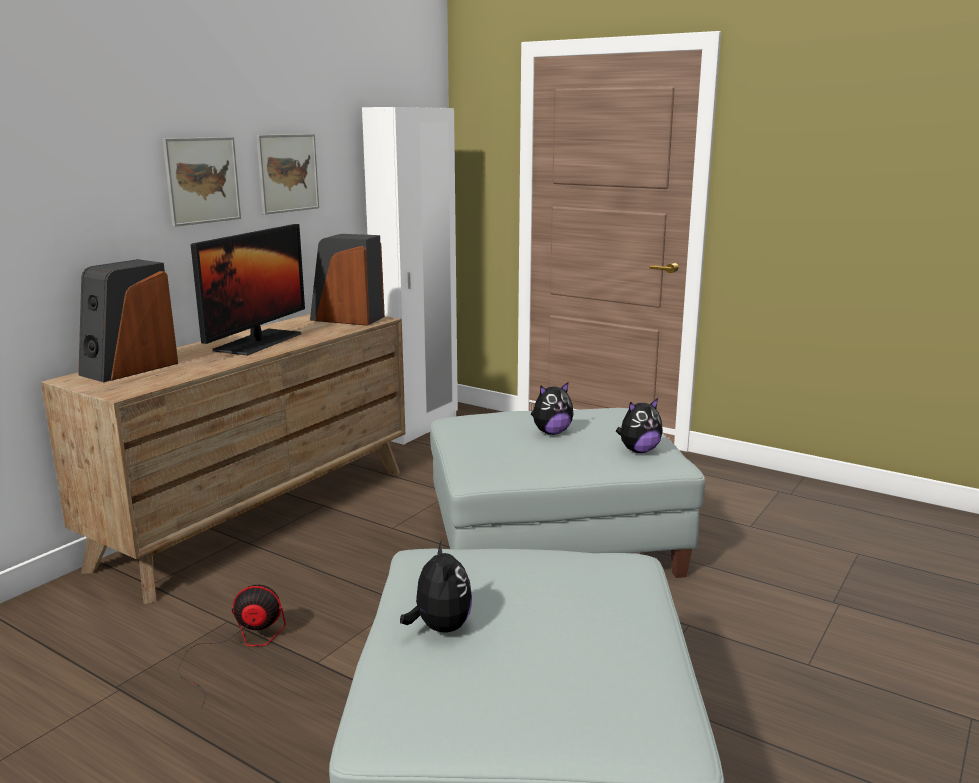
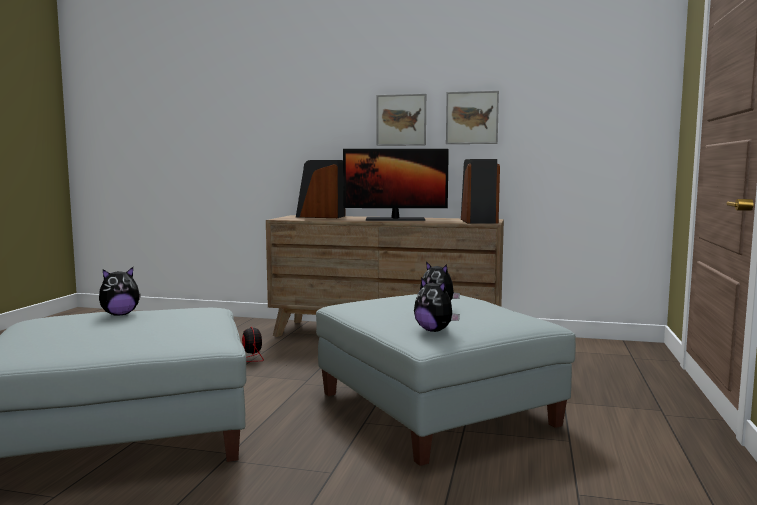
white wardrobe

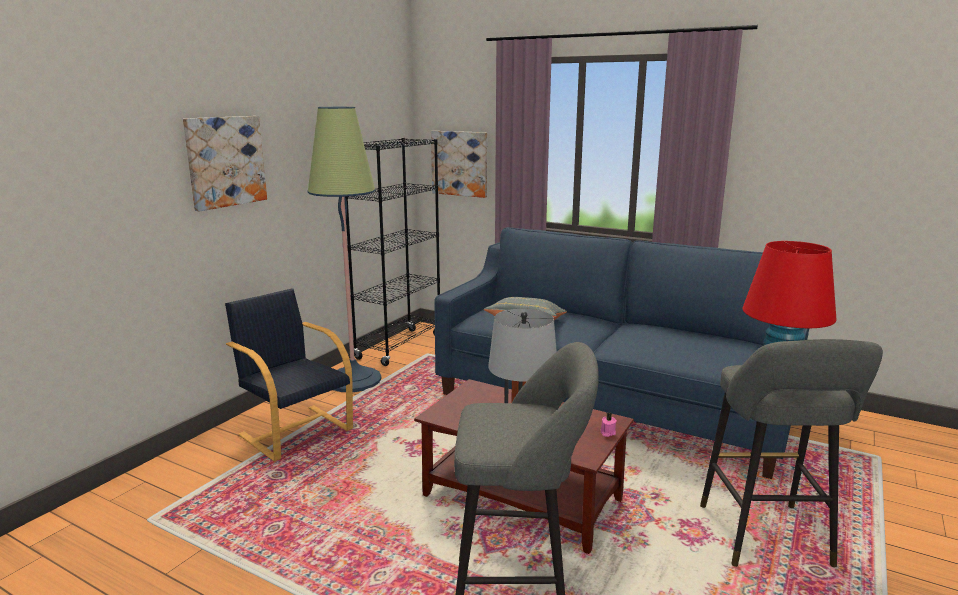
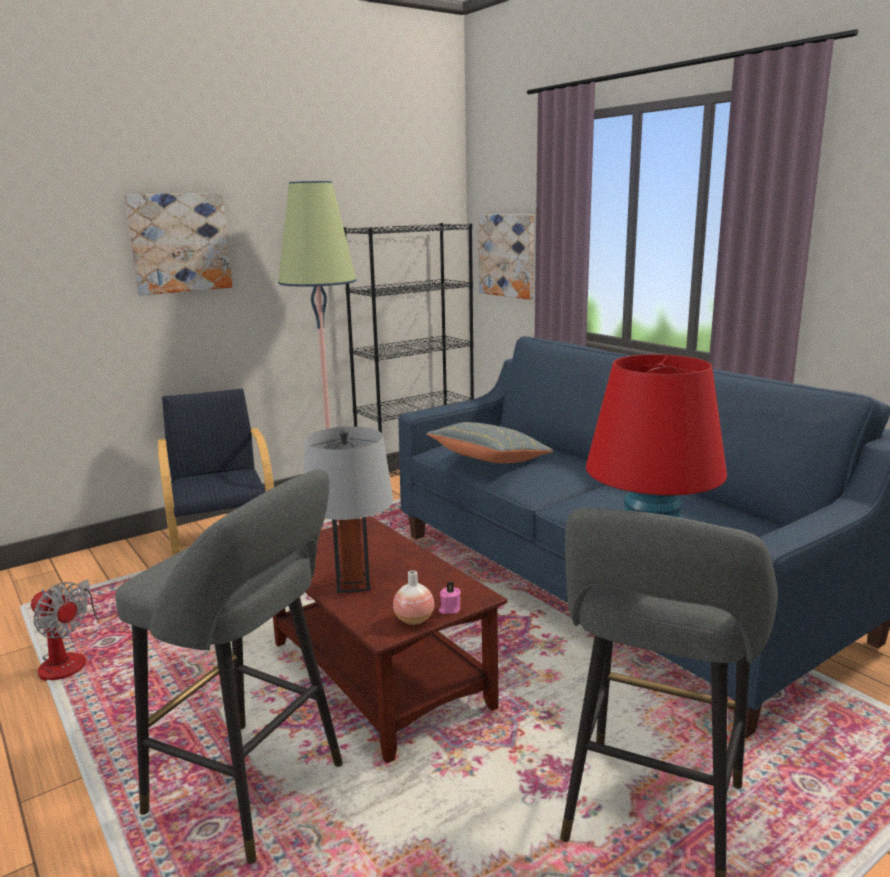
fan
vase

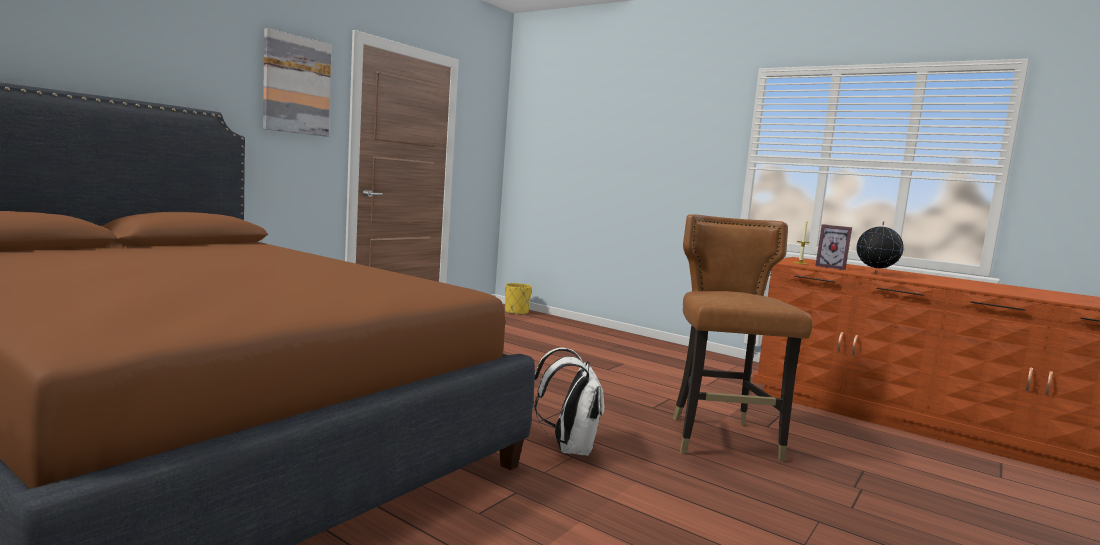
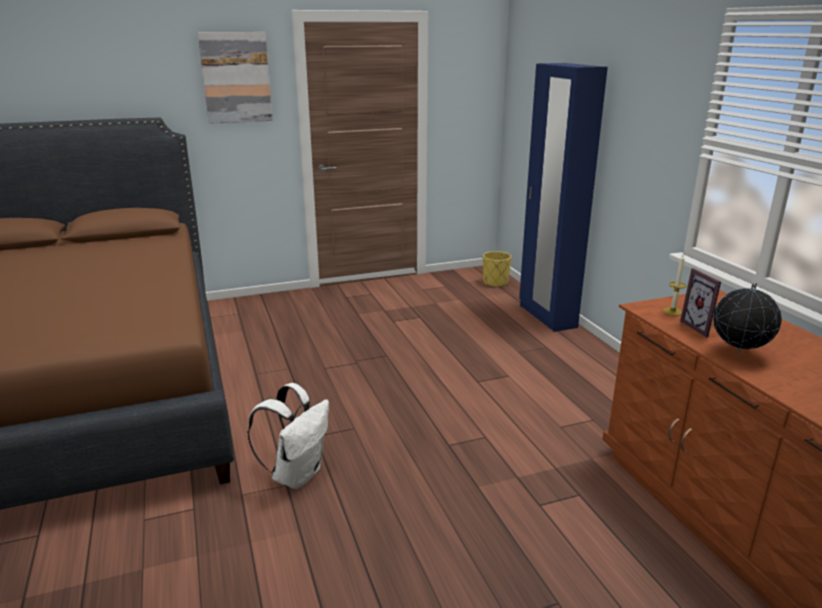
brown chair
blue wardrobe

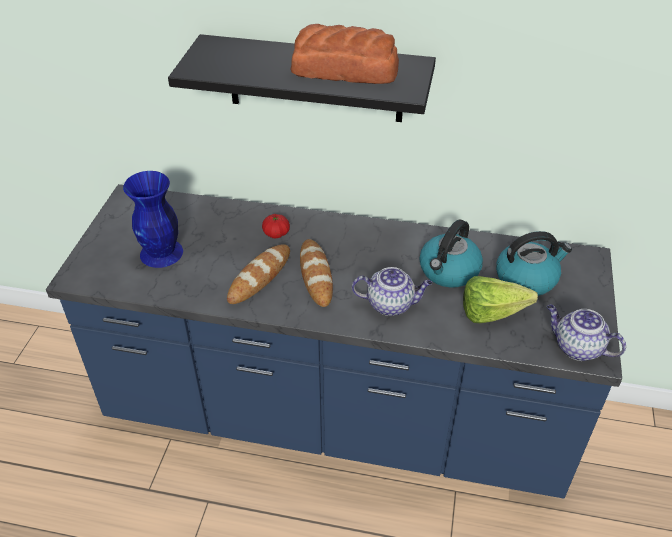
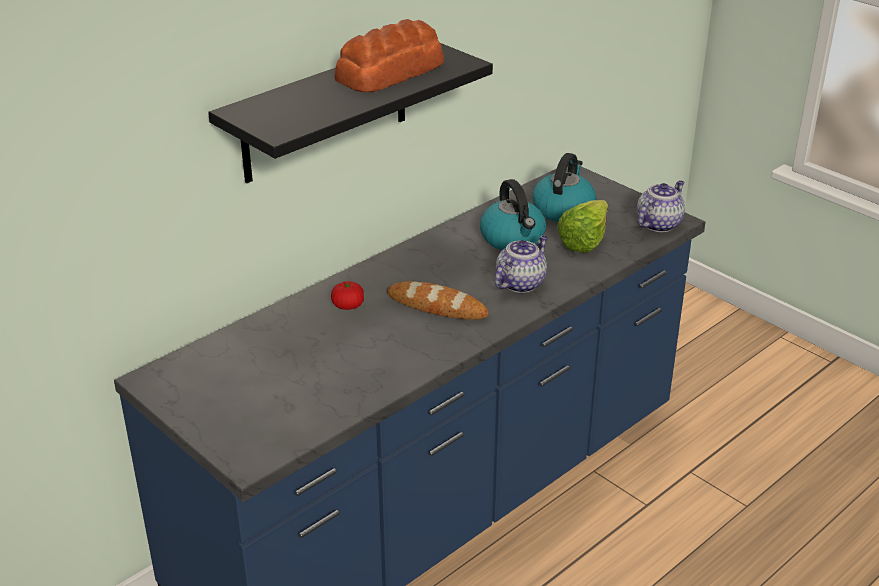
blue vase
bread (1st from left in the first image)
teapot (2nd from left)

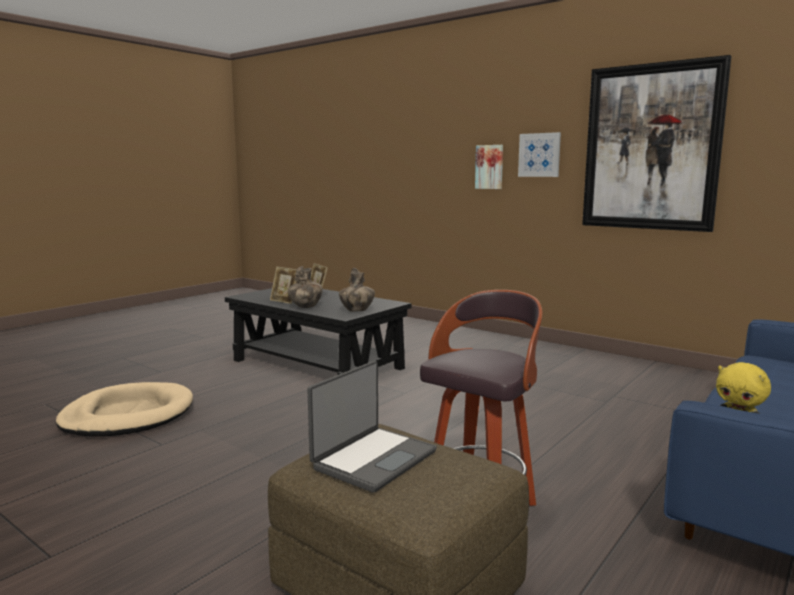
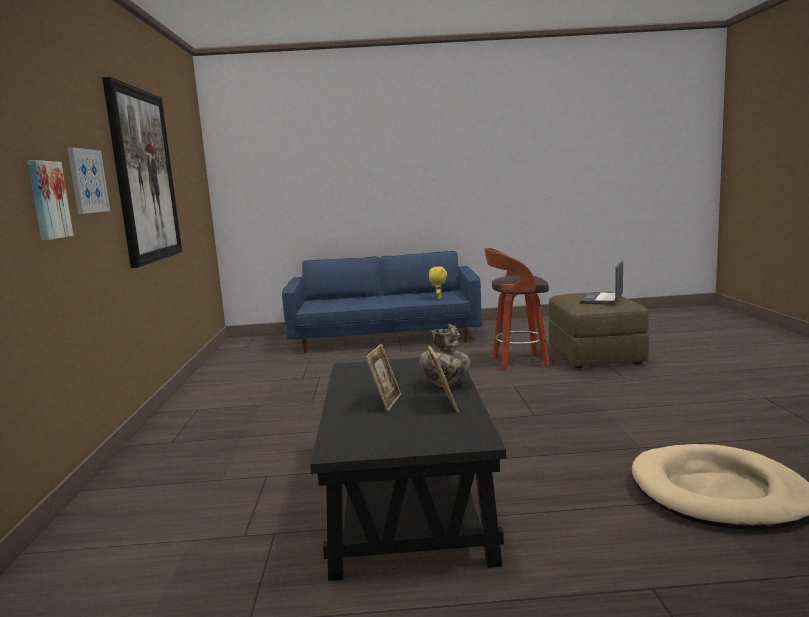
vase (2nd from left in the first image)
laptop

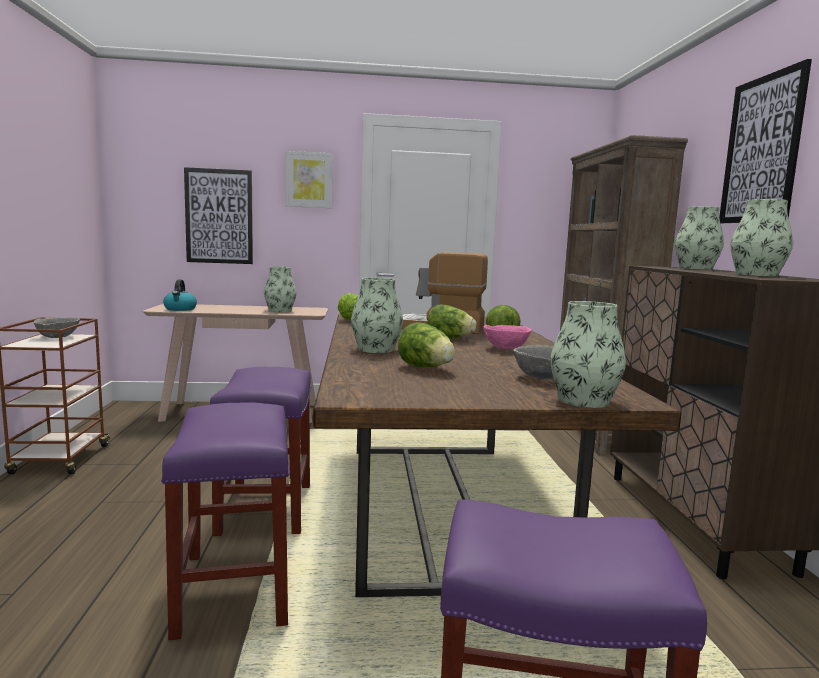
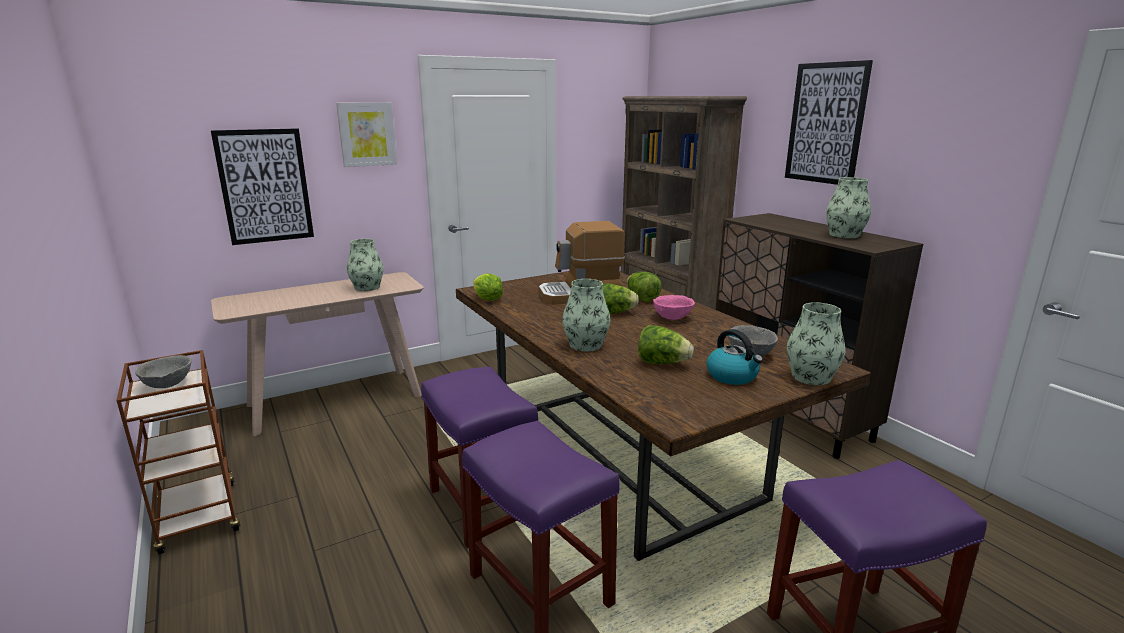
vase (4th from left in the first image)
kettle

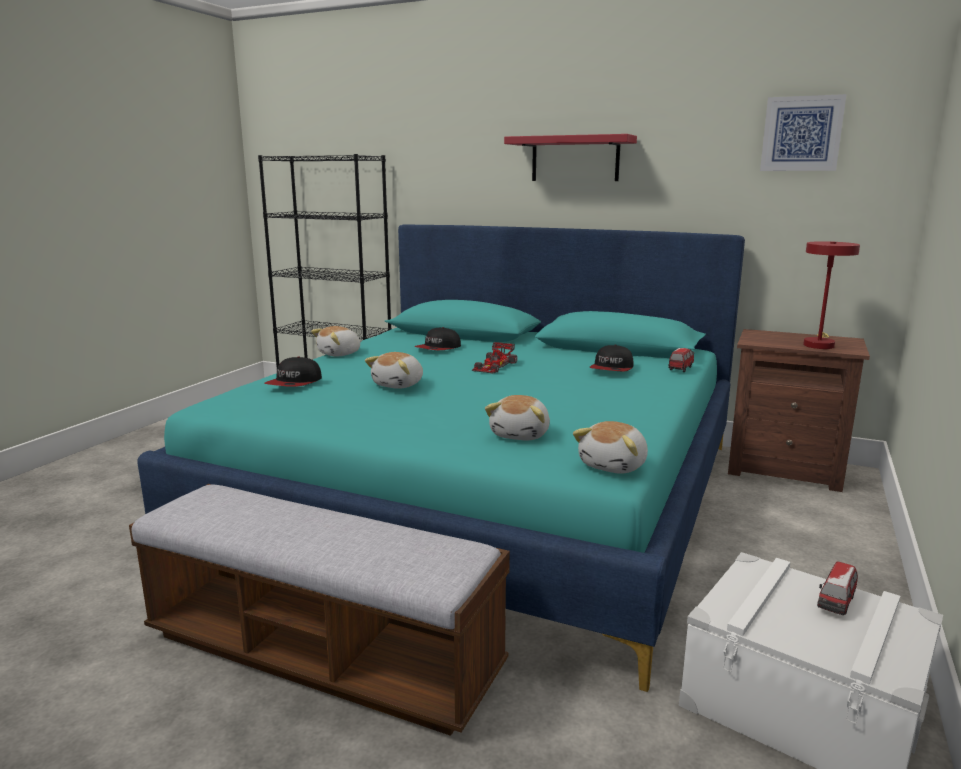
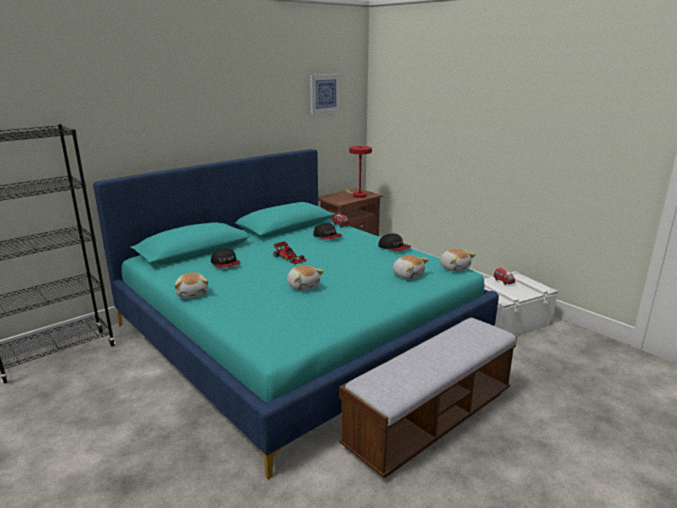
red shelf
cap (3rd from left)

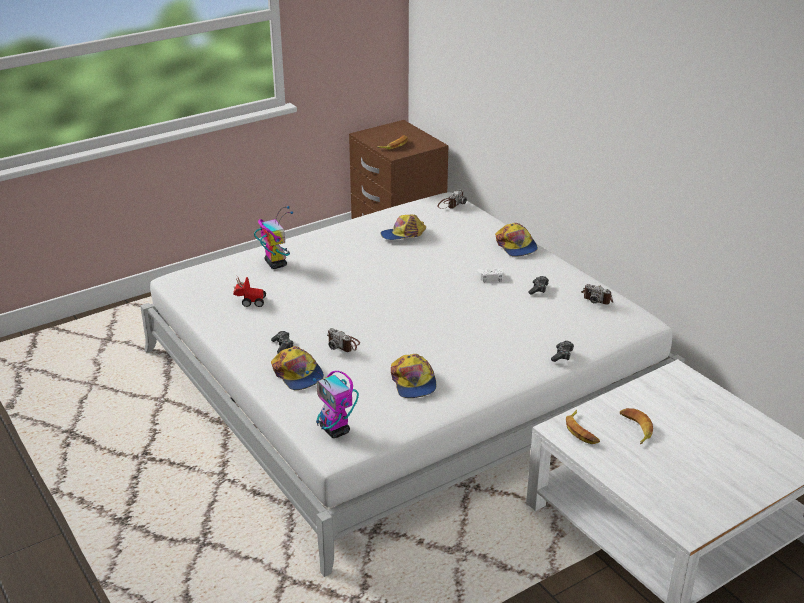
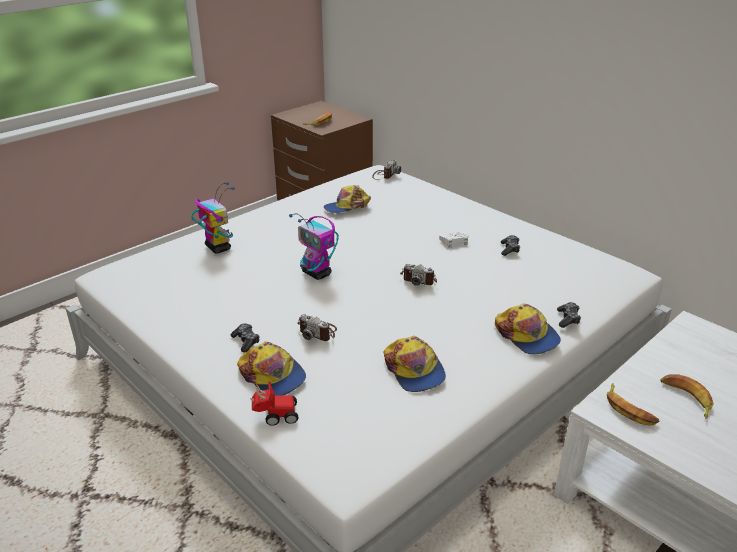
toy car
toy robot (2nd from left)
cap (4th from left)
photo camera (3rd from left)

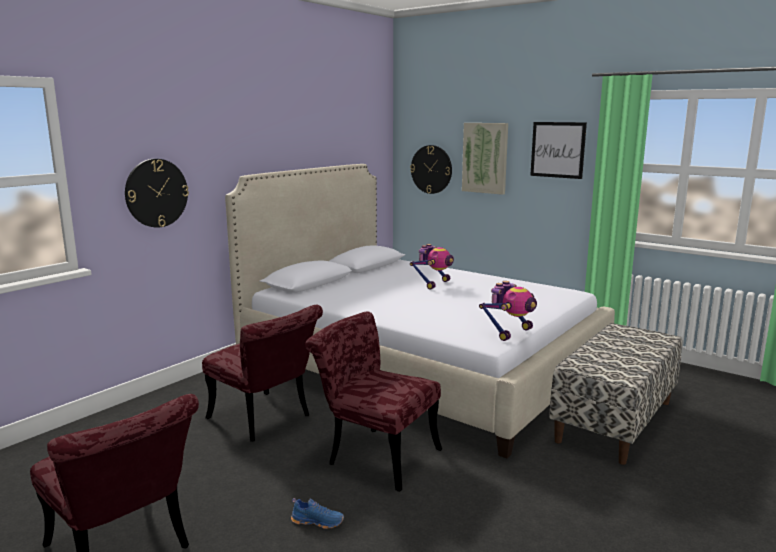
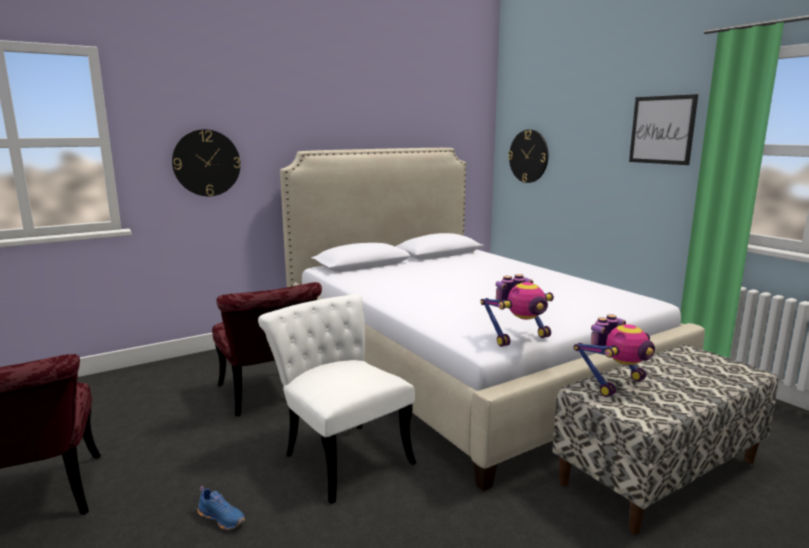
picture (1st from left in the first image)
toy robot (2nd from left)
white chair

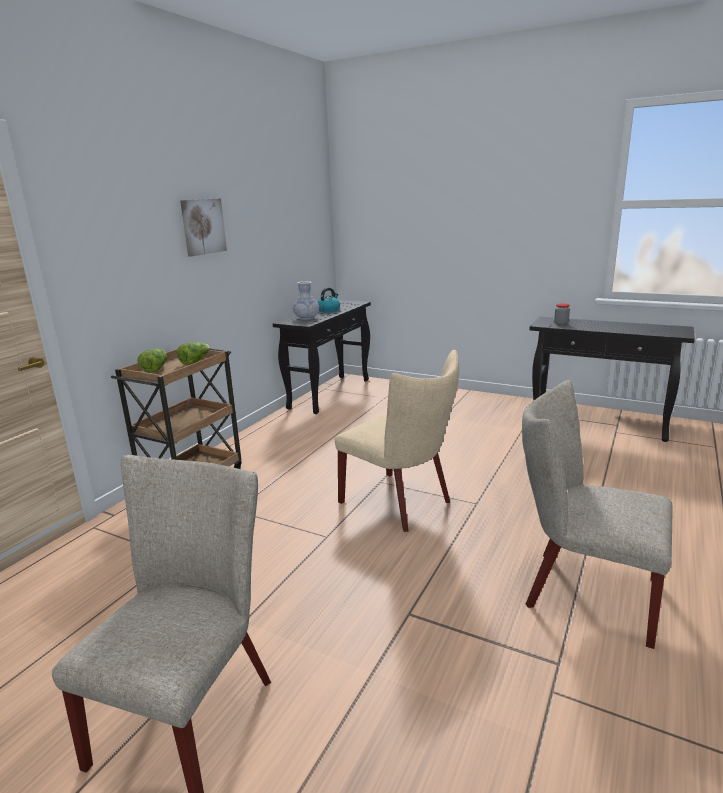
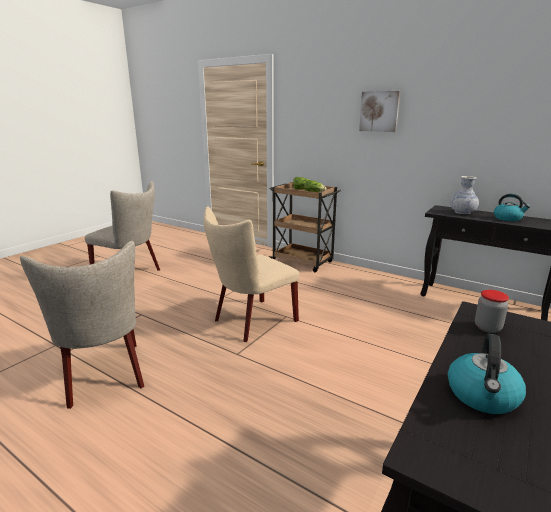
kettle (1st from left)
beige chair (1st from left)

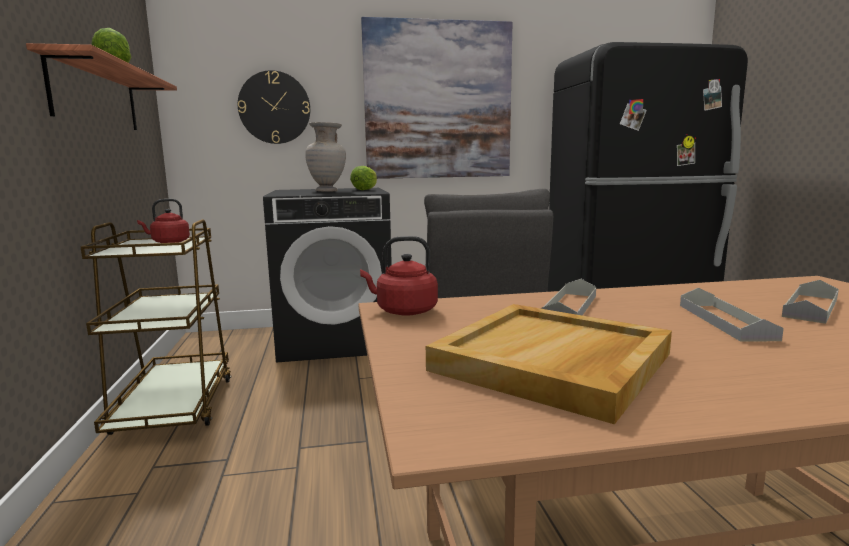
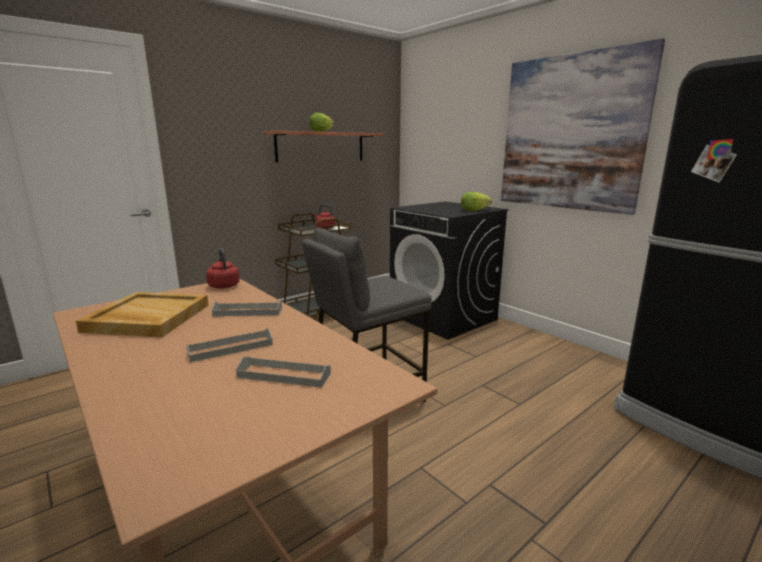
wall clock
beige vase

